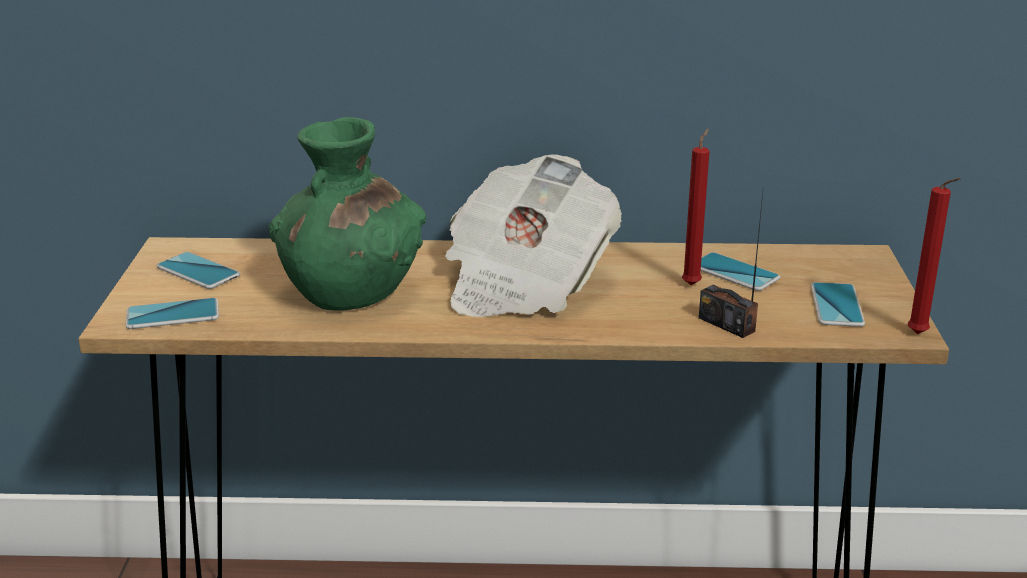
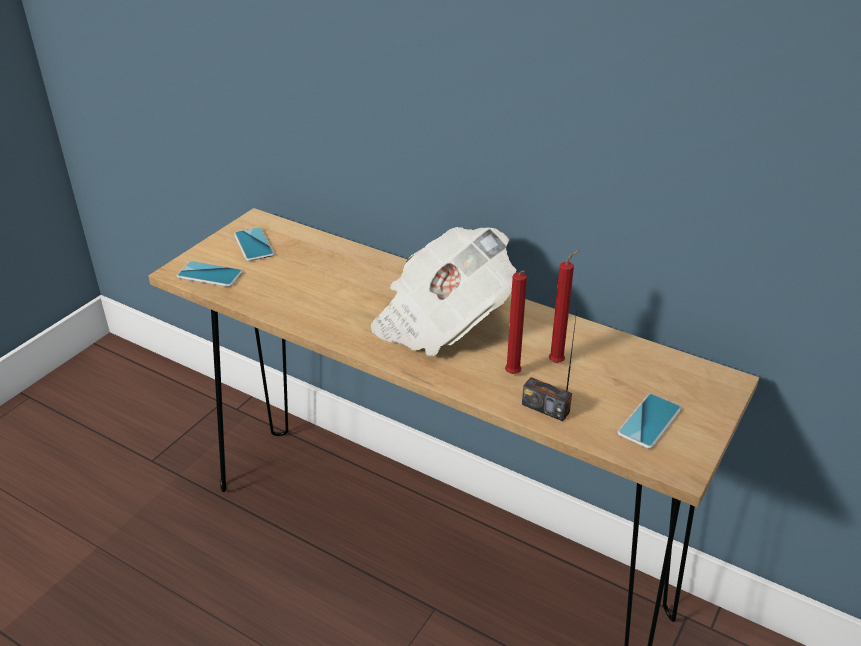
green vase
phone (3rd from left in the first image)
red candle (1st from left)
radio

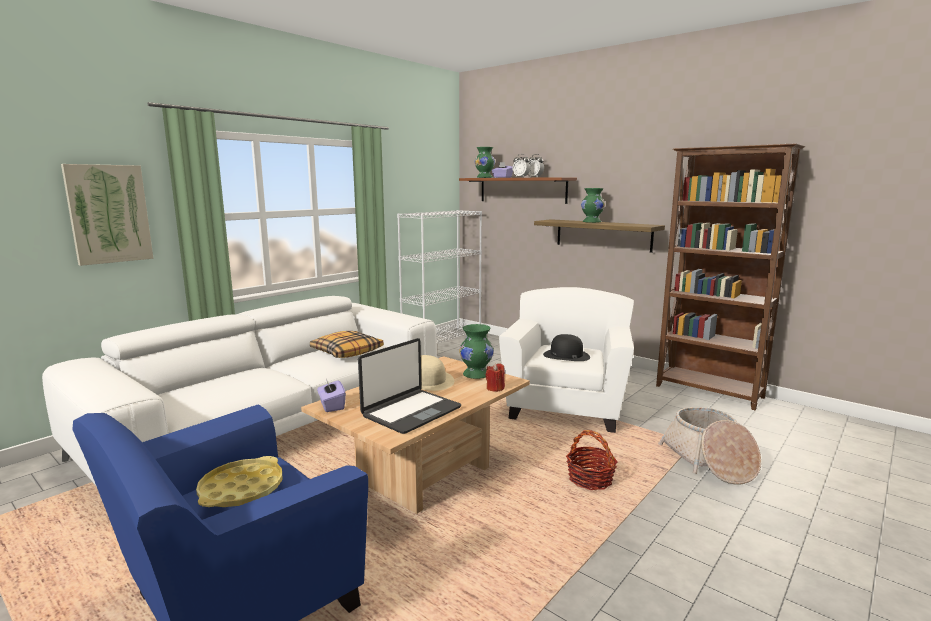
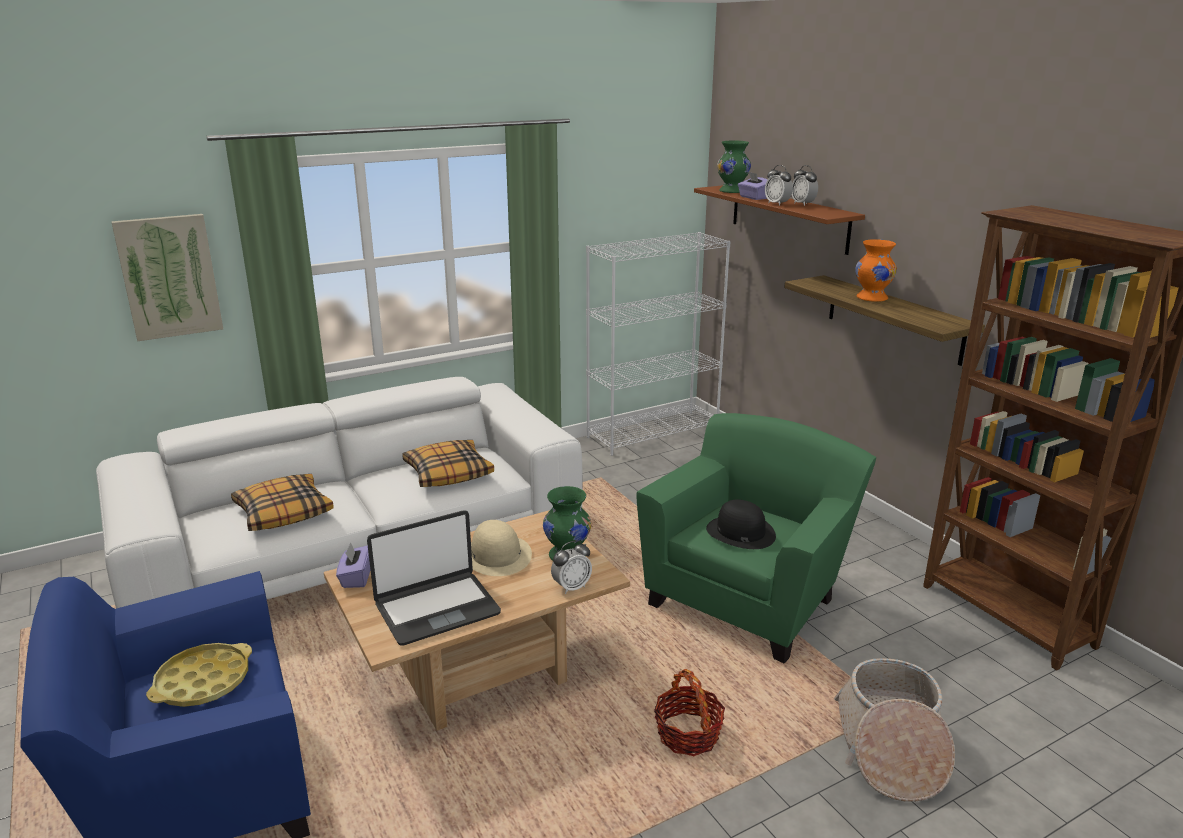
pillow (1st from left)
alarm clock (1st from left)
green armchair
orange vase

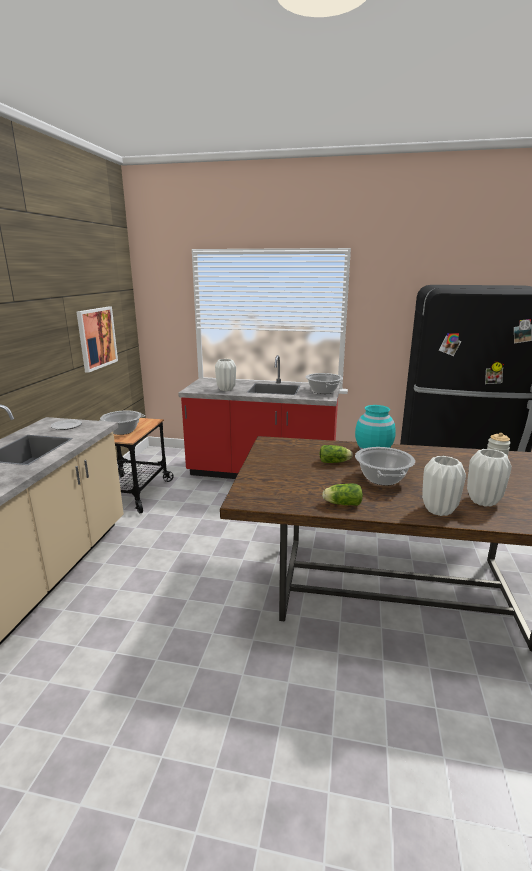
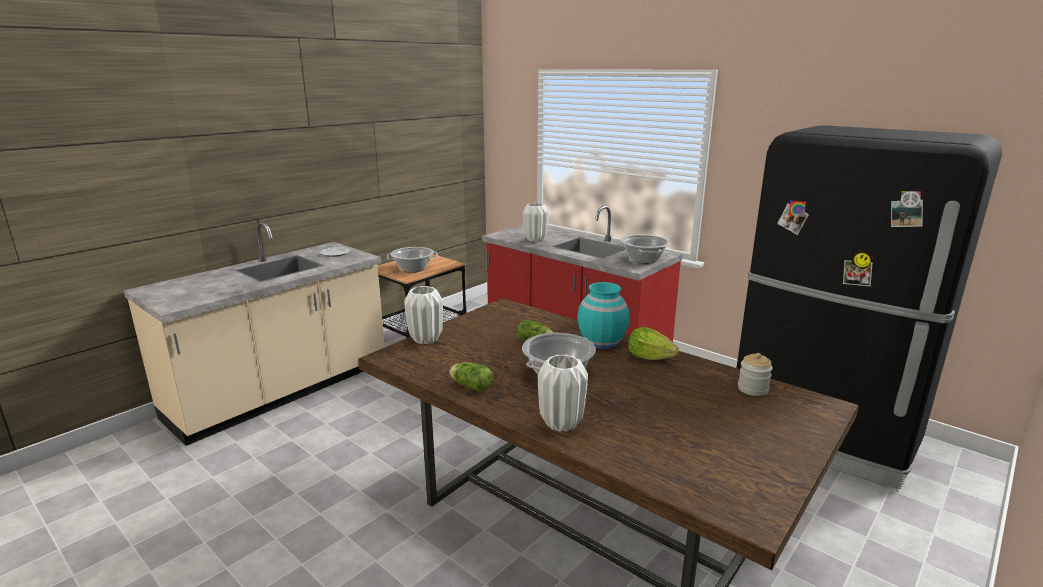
picture
lettuce (3rd from left)
white vase (1st from left)

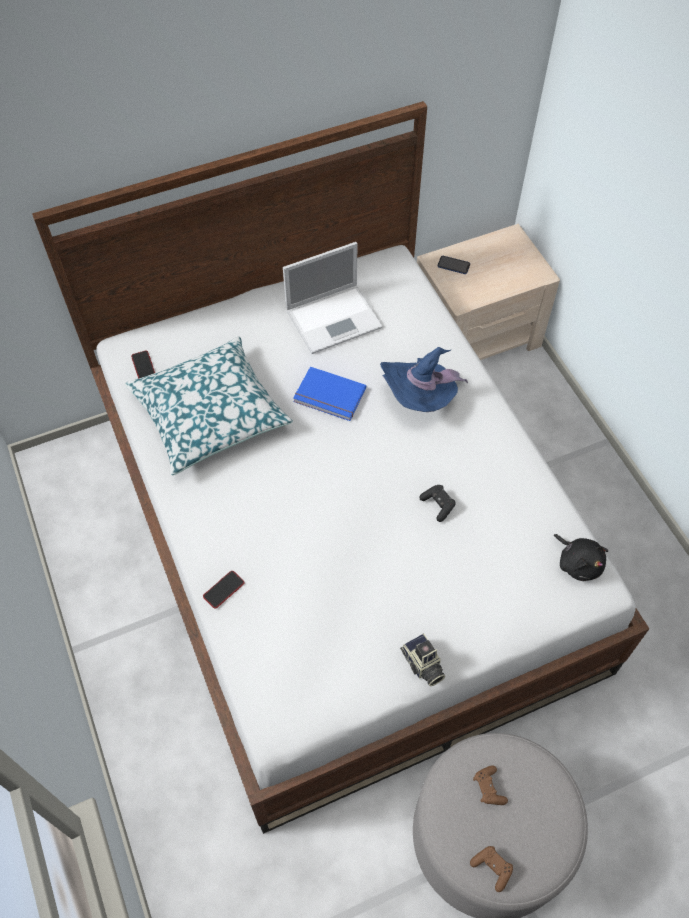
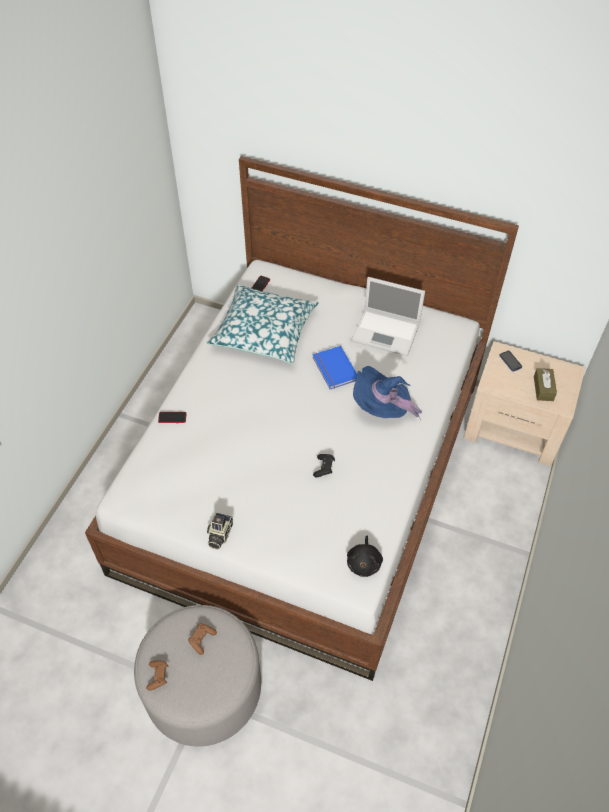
brown tissue box

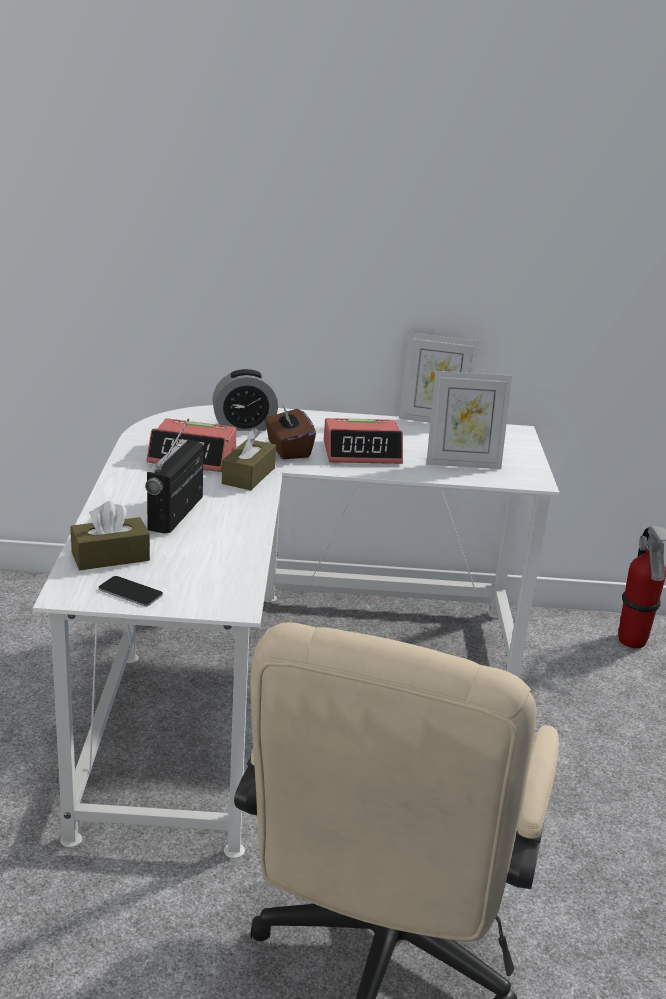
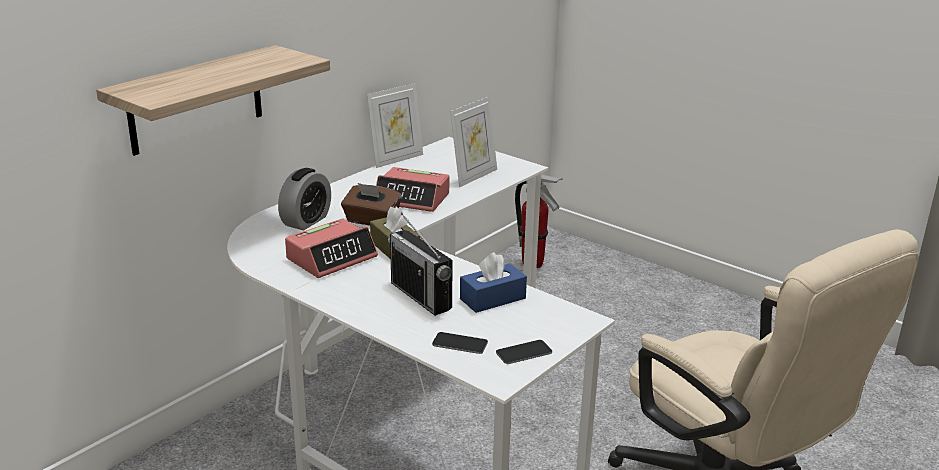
shelf
blue tissue box
phone (1st from left)
alarm clock (3rd from left)

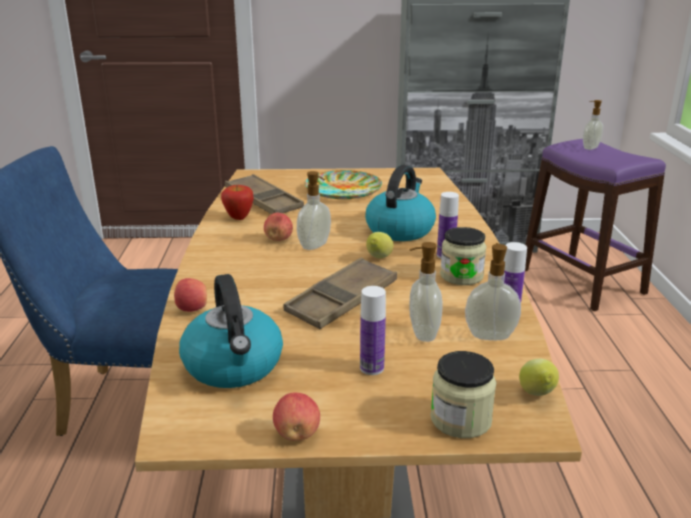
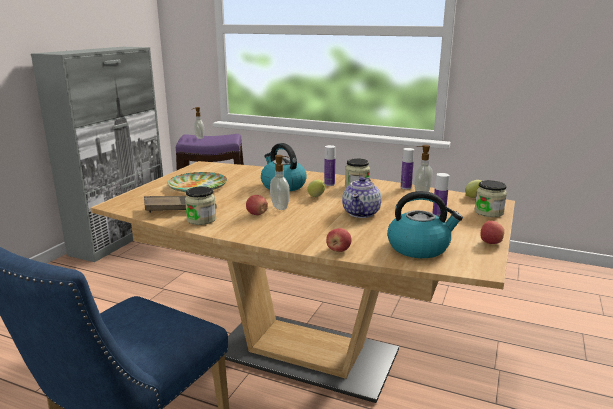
soap dispenser (2nd from left in the first image)
jar (1st from left)
teapot

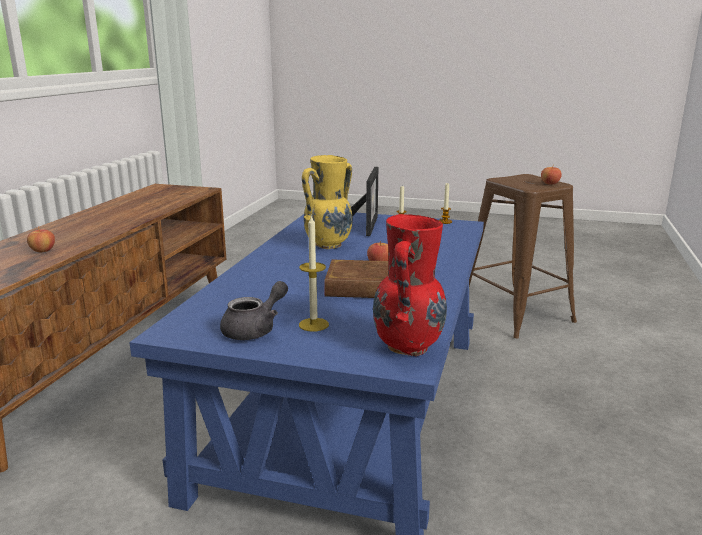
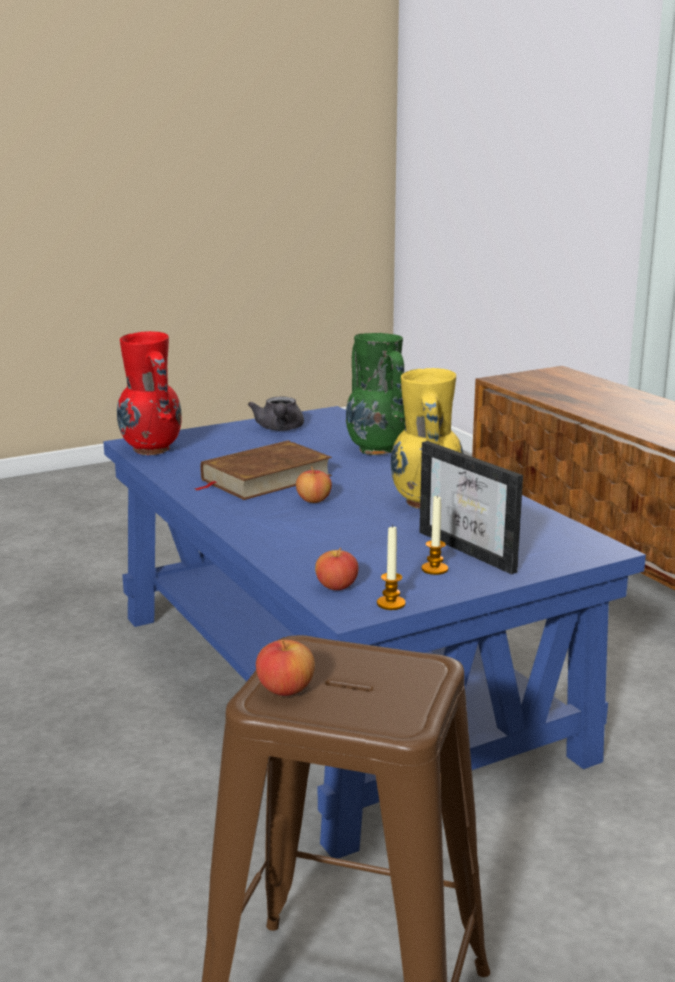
candle (1st from left in the first image)
green vase
apple (3rd from left)

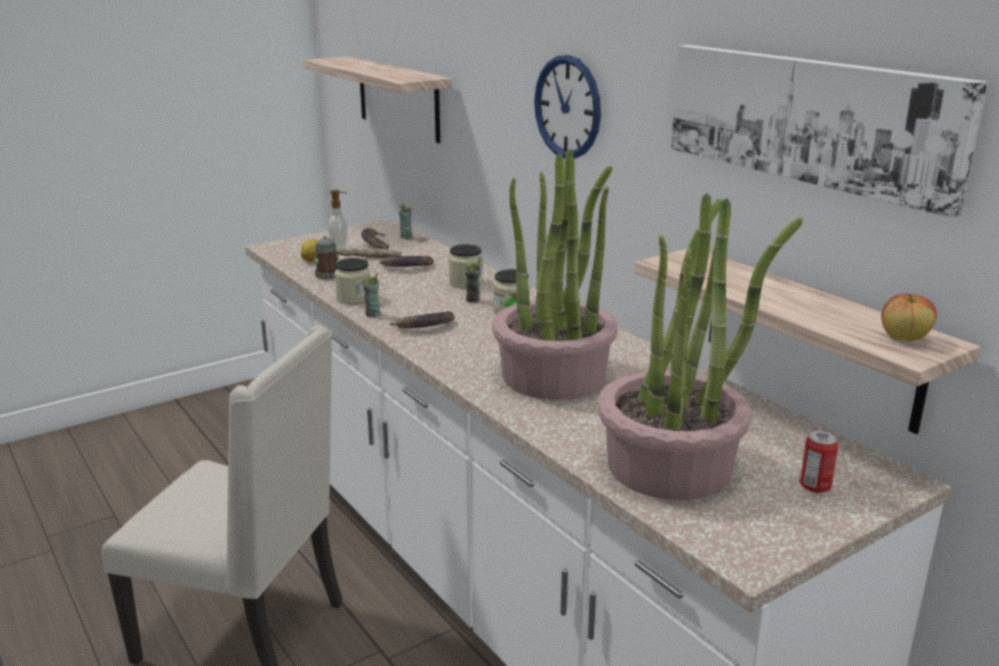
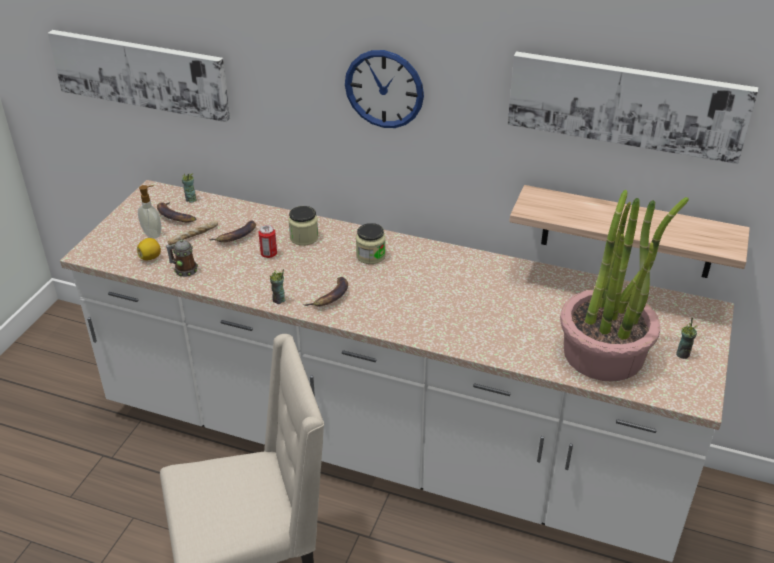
jar (1st from left in the first image)
potted plant (1st from left in the first image)
apple
cup (3rd from left)
can
picture (1st from left)

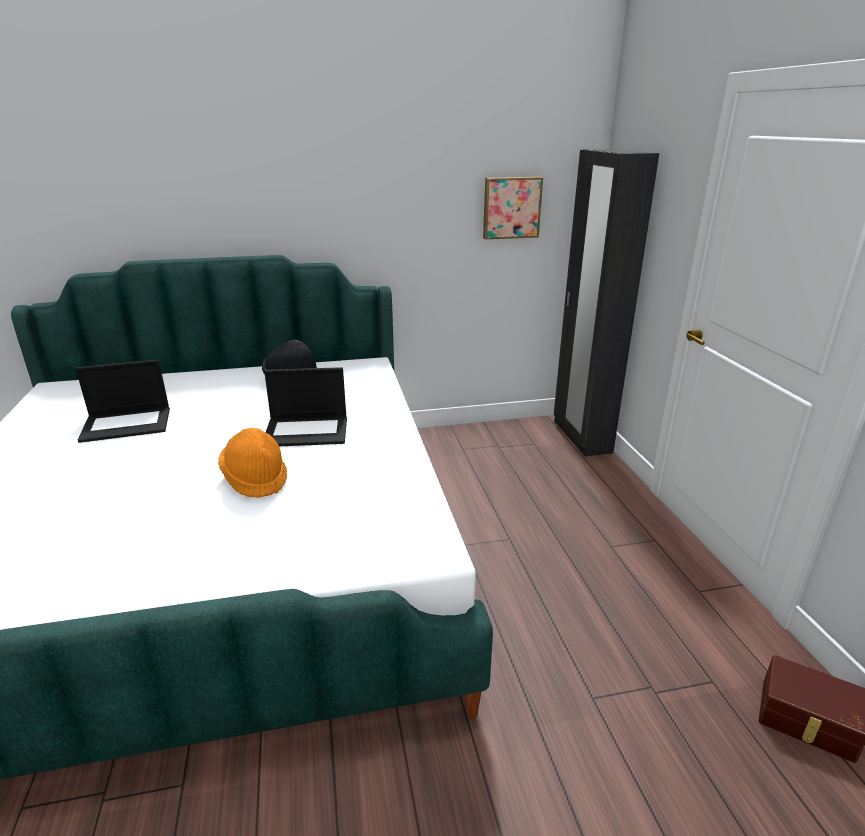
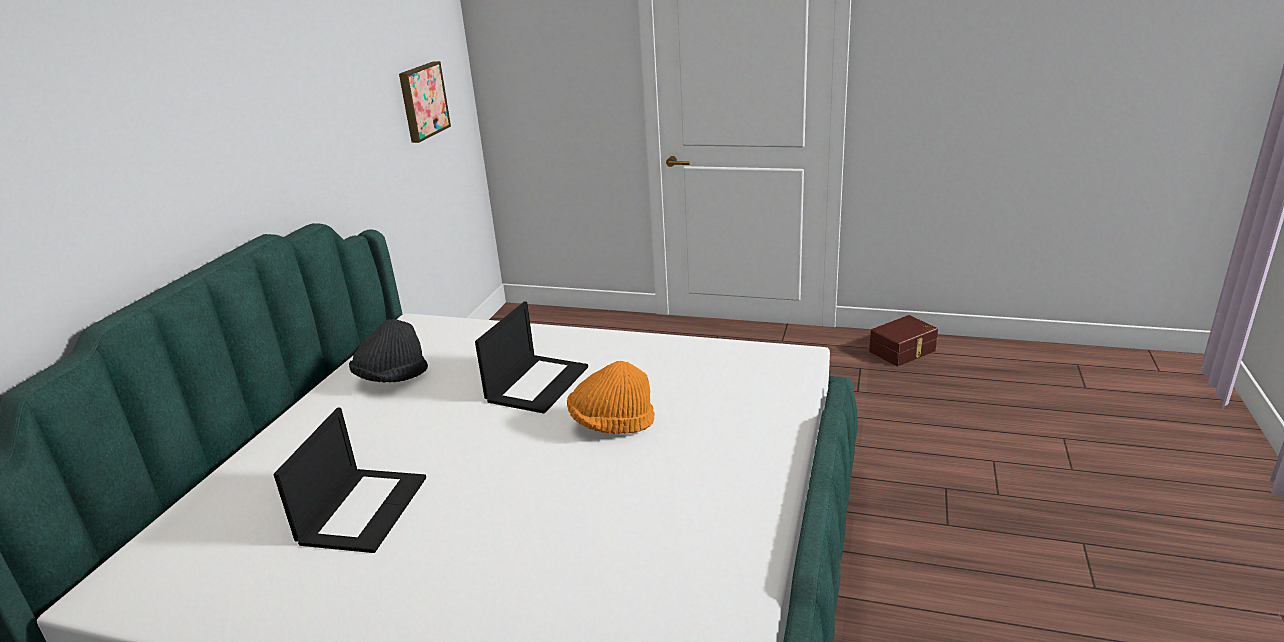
black wardrobe

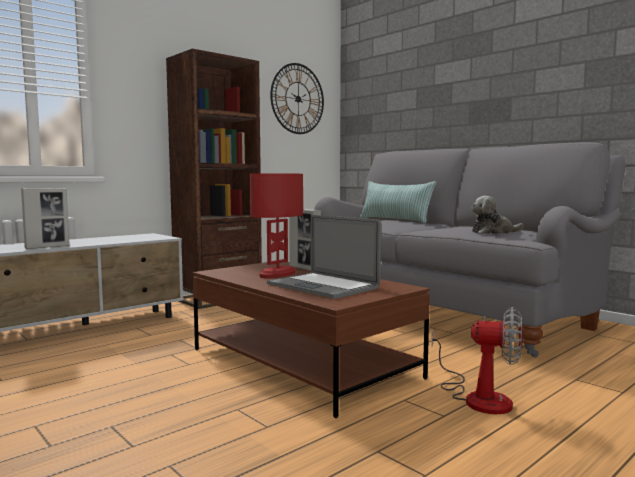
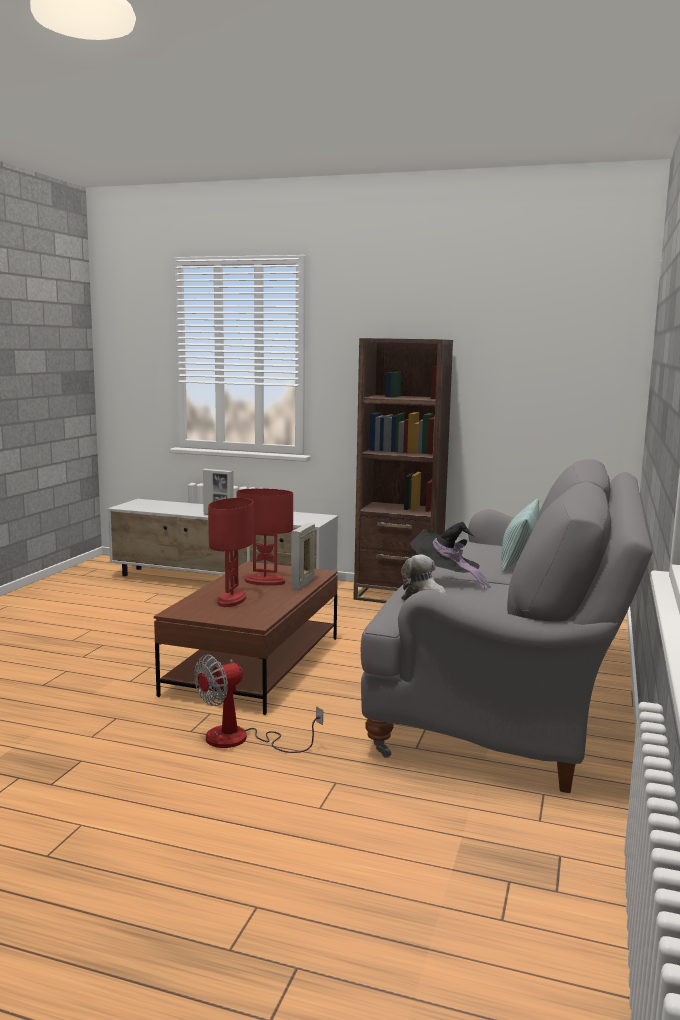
wall clock
black hat
red table lamp (1st from left)
fan

